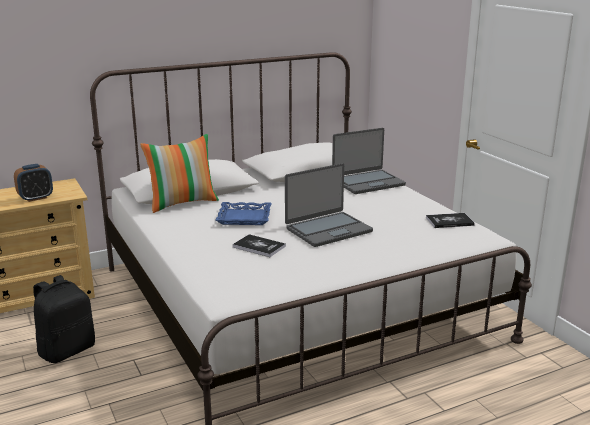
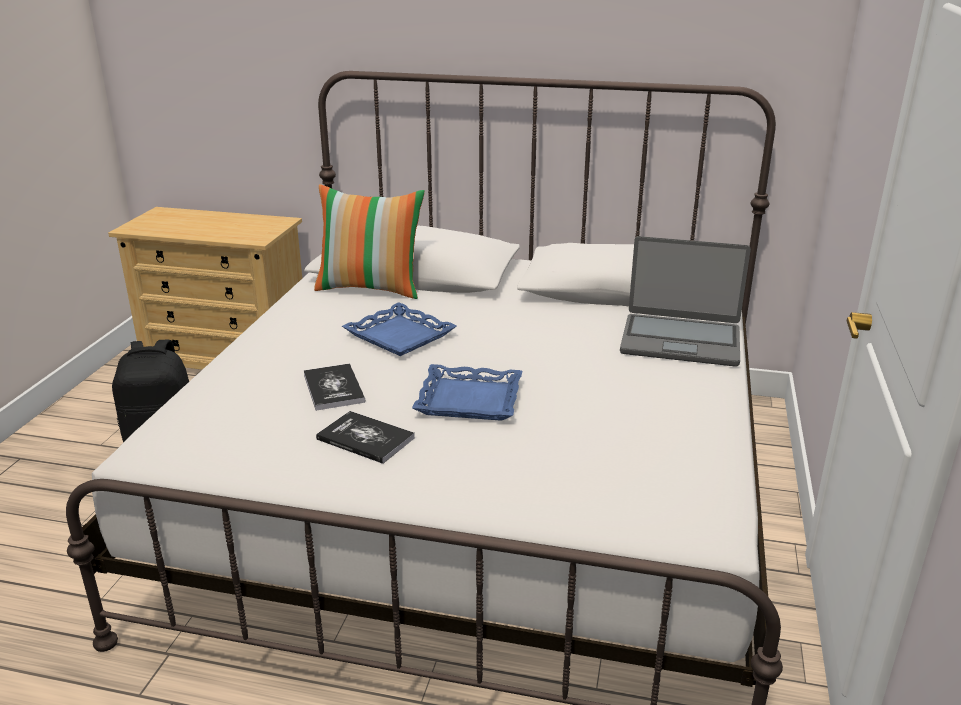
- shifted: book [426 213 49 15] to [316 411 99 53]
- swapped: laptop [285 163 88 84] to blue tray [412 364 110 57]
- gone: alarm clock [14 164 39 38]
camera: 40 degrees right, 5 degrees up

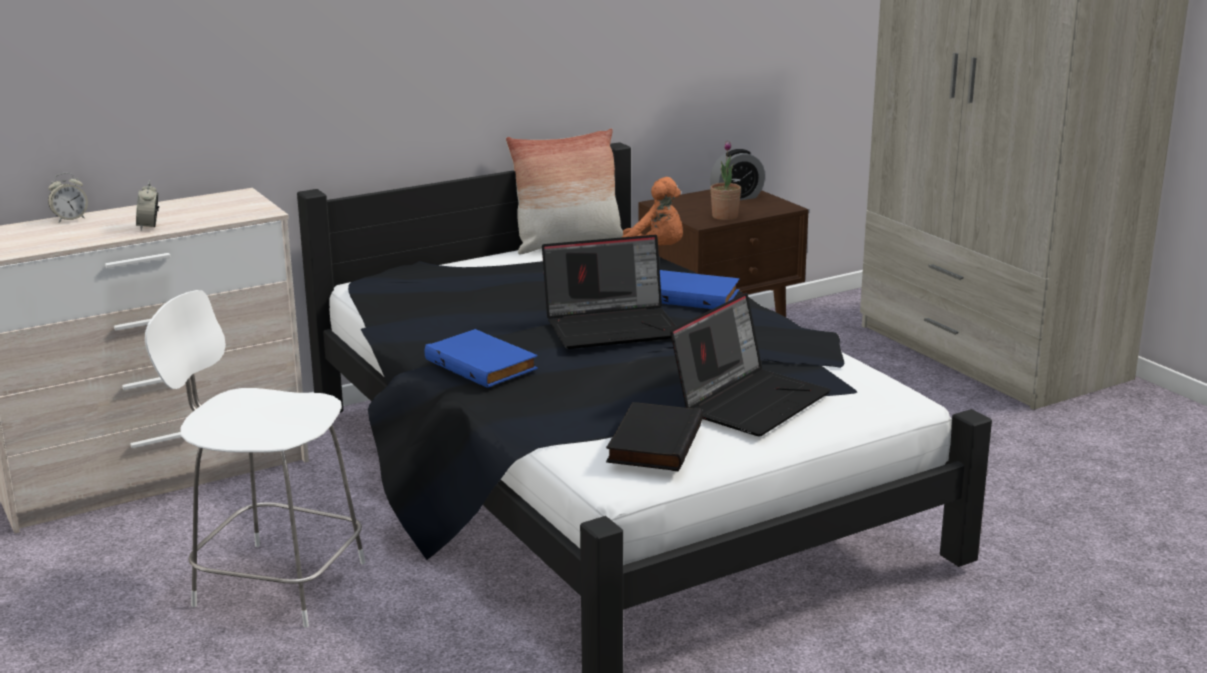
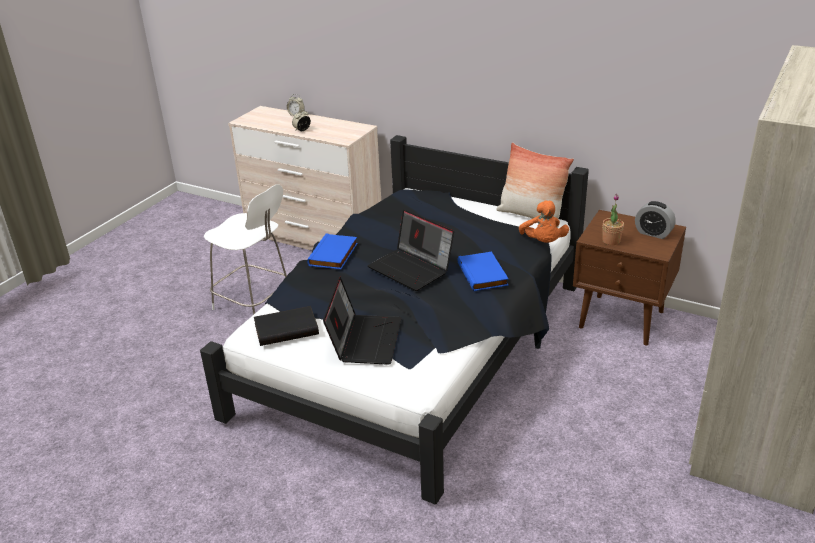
- rotated: white chair [145 290 221 338] = [204 185 83 130] 135 degrees clockwise
- rotated: laptop [670 293 160 143] = [323 277 79 88] 90 degrees counterclockwise
camera: 60 degrees right, 10 degrees up

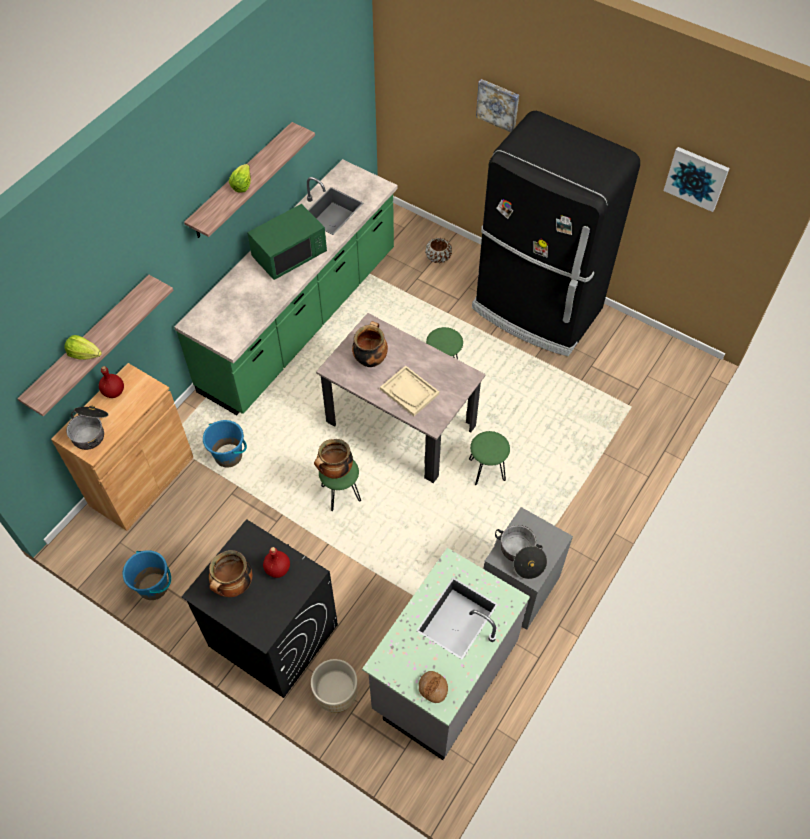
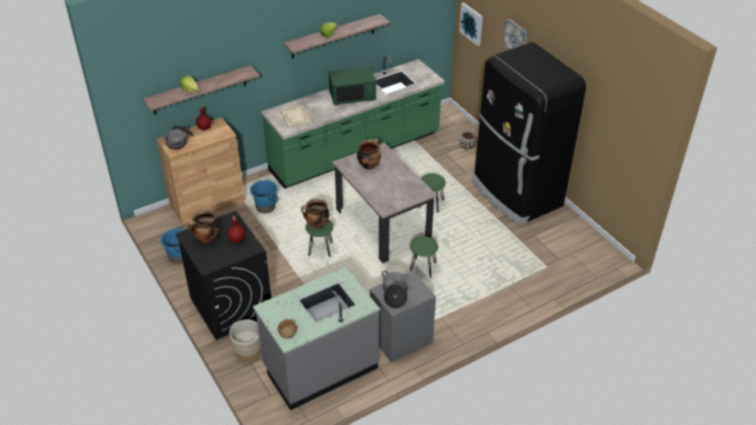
- shifted: beige tray [380 366 59 50] to [280 105 32 23]
- shifted: picture [663 147 67 65] to [459 2 24 44]
camera: 25 degrees right, 15 degrees down

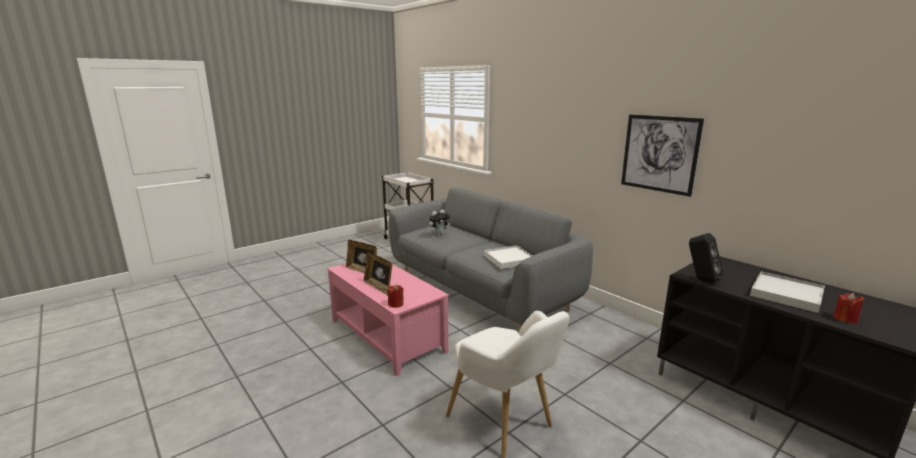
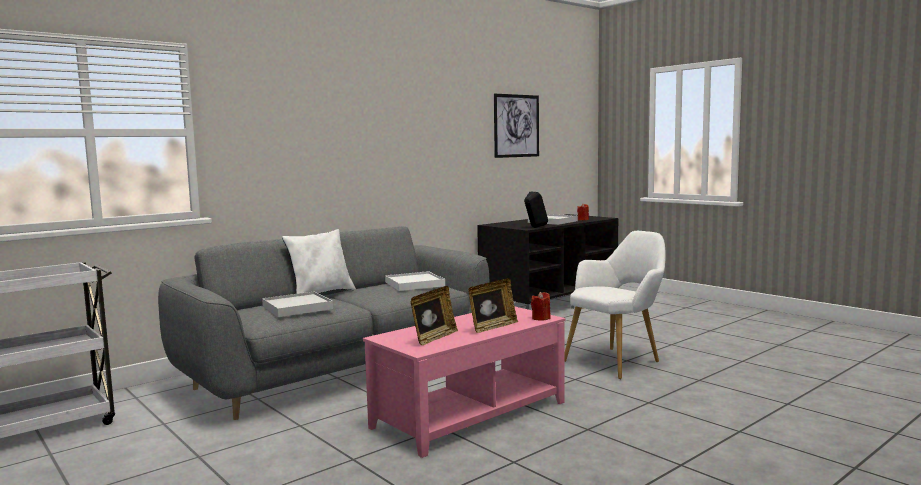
- swapped: plush toy [429 210 21 26] to white tray [262 292 71 25]
- new: white pillow [282 229 74 65]
- shifted: picture [621 114 83 83] to [494 94 45 64]
camera: 90 degrees left, 10 degrees down

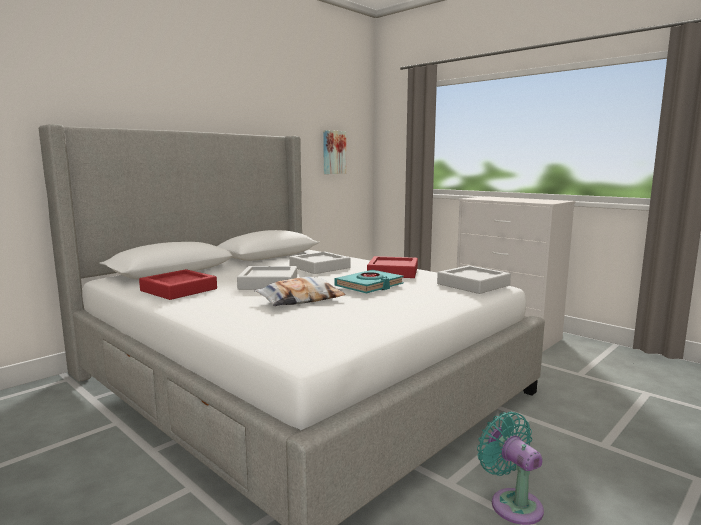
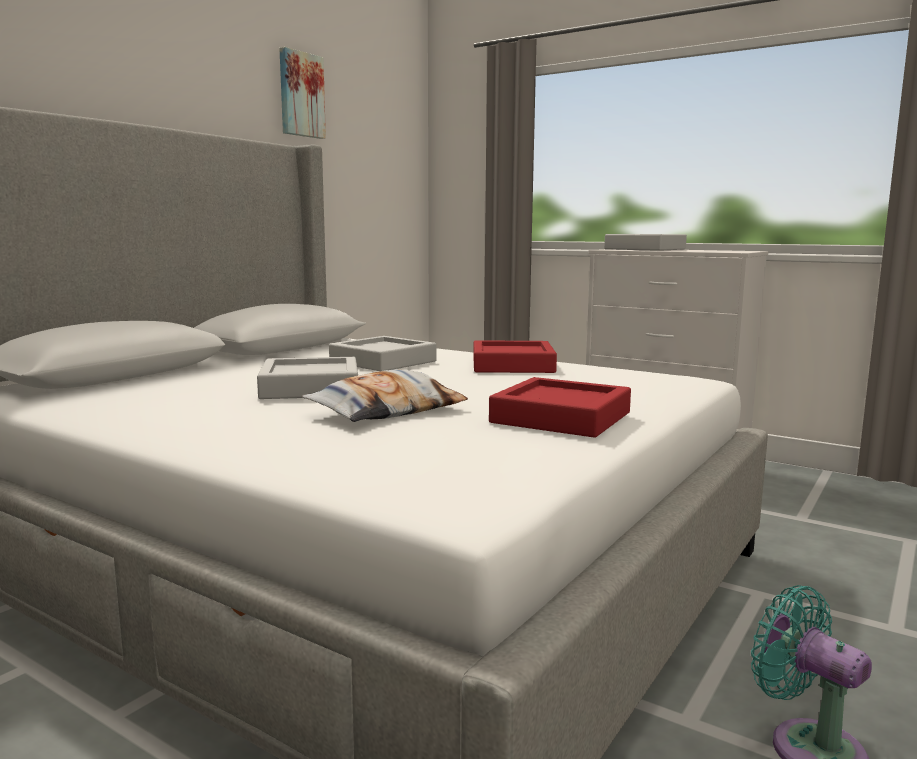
- shifted: picture [323 130 23 44] to [279 47 47 92]
- shifted: red tray [139 269 78 31] to [489 377 142 61]
- shifted: grey tray [437 265 74 29] to [604 234 83 17]
- gone: turquoise book [334 270 70 23]
camera: 10 degrees left, 0 degrees up

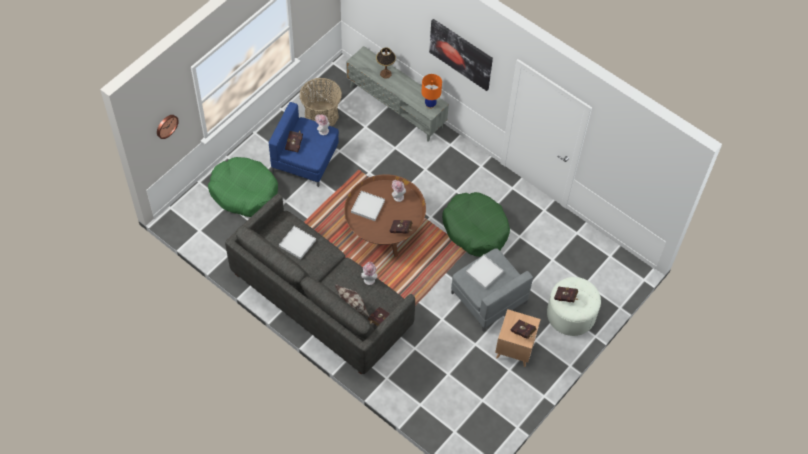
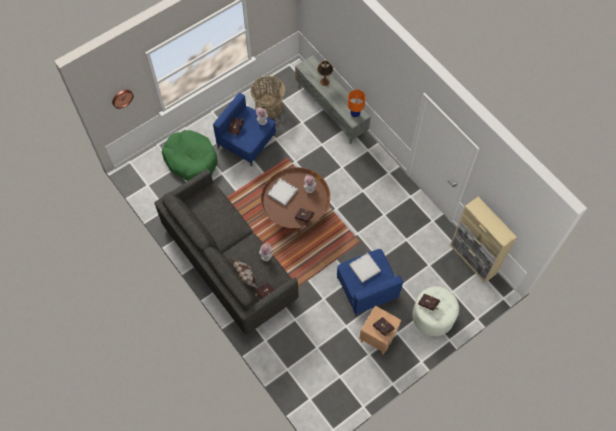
- repainted: grey armchair [451 248 82 84] to blue armchair [337 249 66 68]
- new: beige cabinet [450 197 67 86]
- gone: white tray [279 226 37 34]
- gone: picture [429 19 64 72]
- gone: green dog bed [442 192 68 65]
camera: 15 degrees right, 5 degrees up

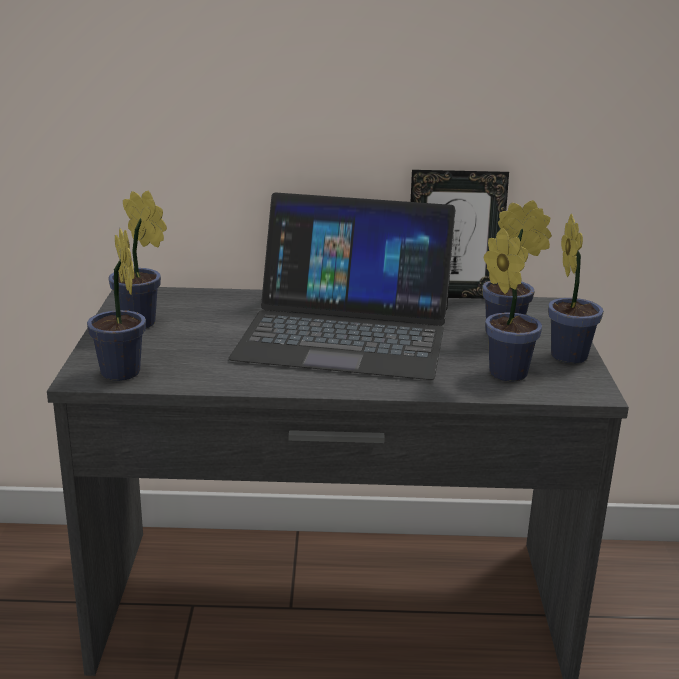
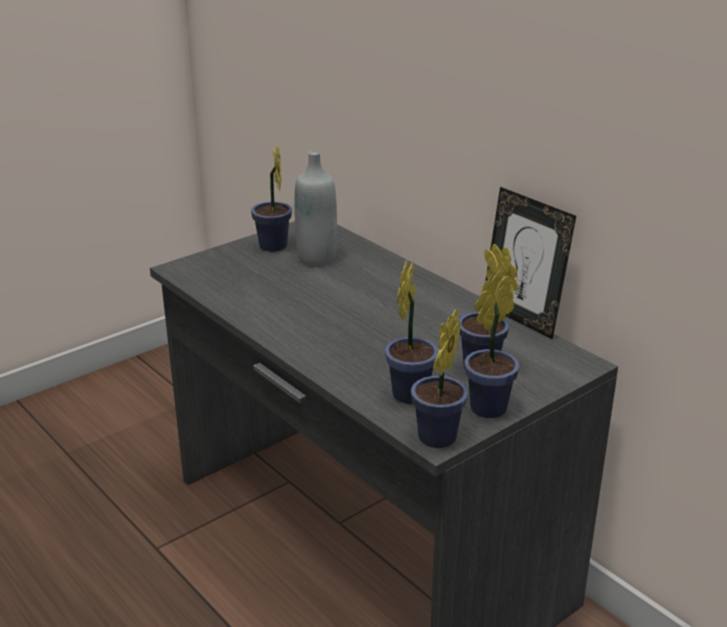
- new: grey bottle [294 151 43 115]
- shifted: potted plant [87 228 59 153] to [411 308 57 140]
- gone: laptop [228 192 227 188]
camera: 50 degrees right, 5 degrees up

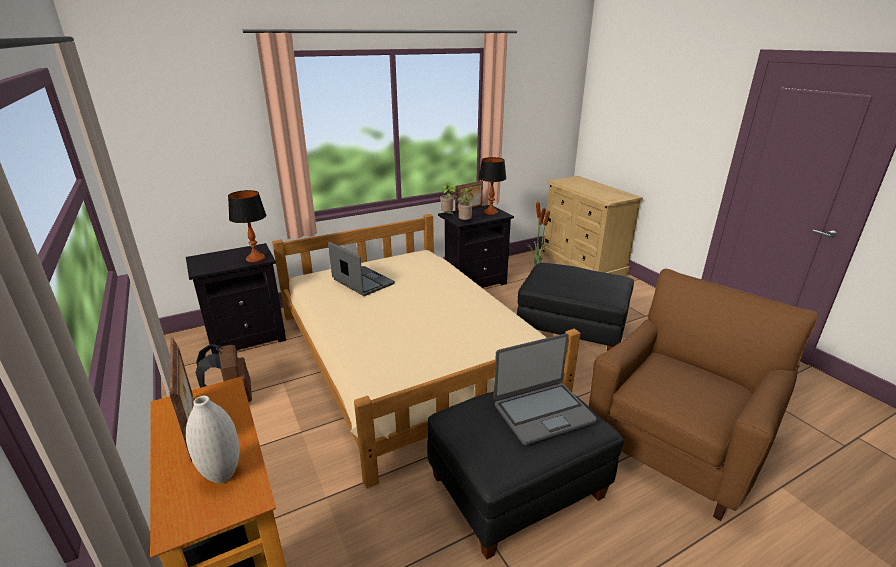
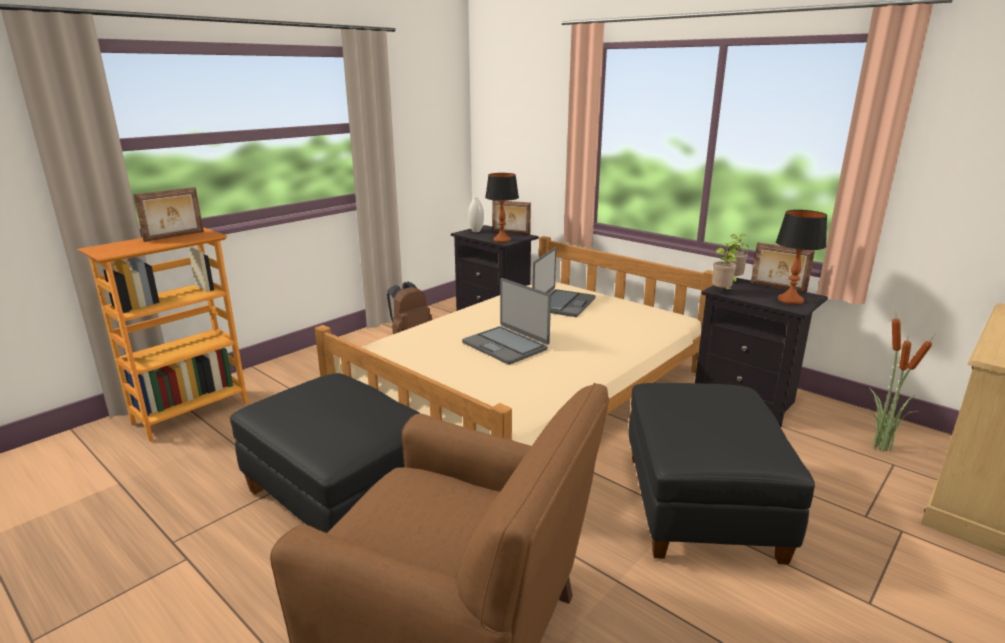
- shifted: laptop [493 334 104 111] to [462 278 89 87]
- shifted: white vase [186 396 54 87] to [468 196 16 36]
- new: picture frame [493 200 38 35]
camera: 70 degrees right, 5 degrees down

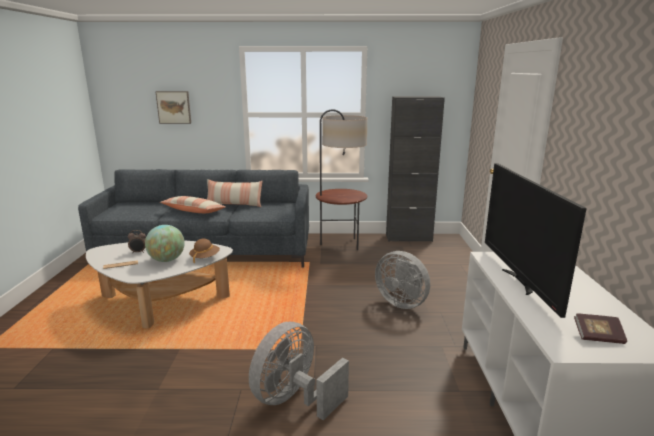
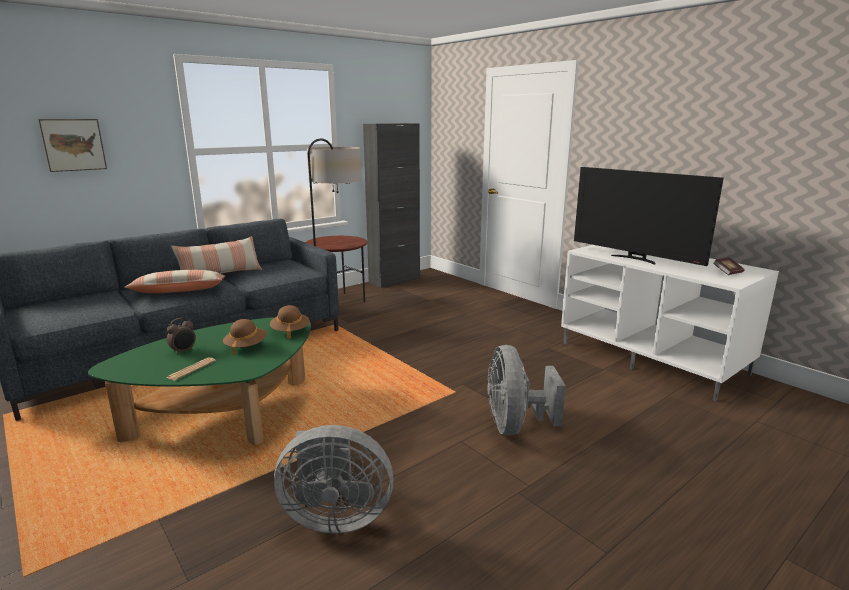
- repainted: white coffee table [86 241 147 88] to green coffee table [88 317 223 129]
- swapped: globe [145 225 40 37] to brown hat [223 319 44 37]
- shifted: grey fan [375 251 55 58] to [274 425 120 109]
camera: 40 degrees left, 0 degrees up

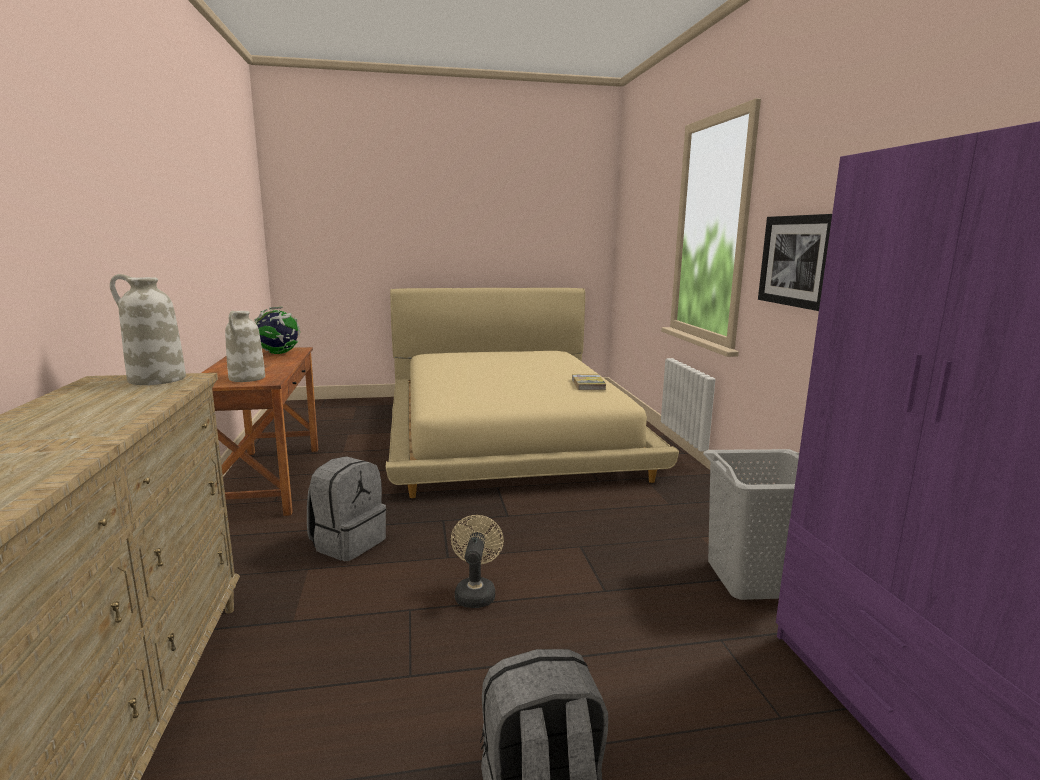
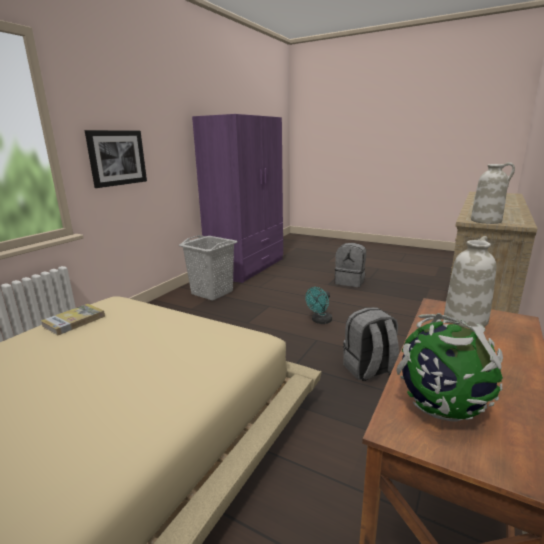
- repainted: beige fan [451 515 53 93] to turquoise fan [305 287 27 37]
camera: 140 degrees left, 5 degrees up

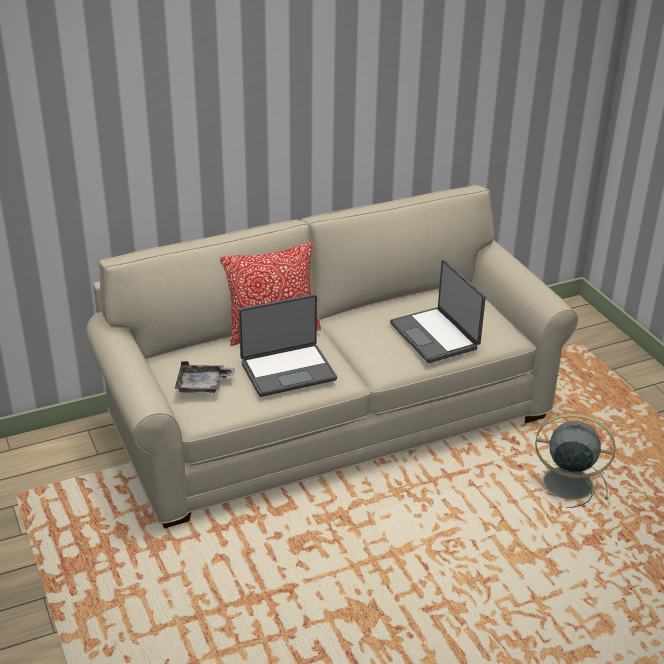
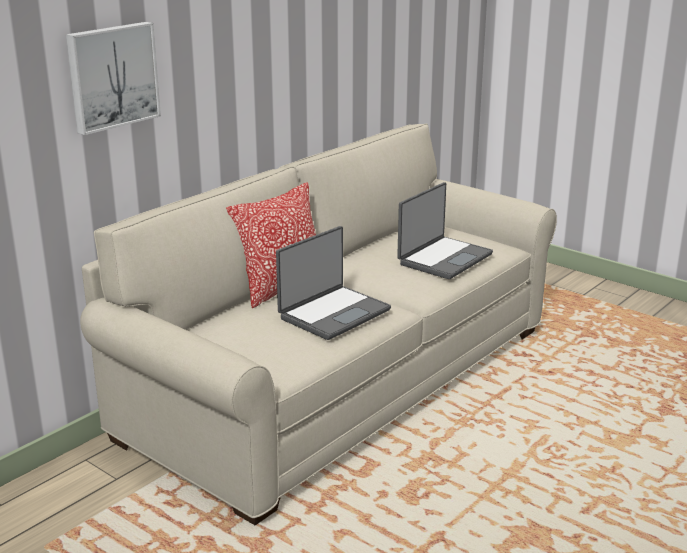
- new: picture [66 22 95 113]
- rotated: laptop [390 260 96 103] = [397 182 96 97] 90 degrees counterclockwise
- gone: grey tray [174 361 61 32]
- gone: grey fan [535 413 80 95]
camera: 25 degrees left, 10 degrees down

